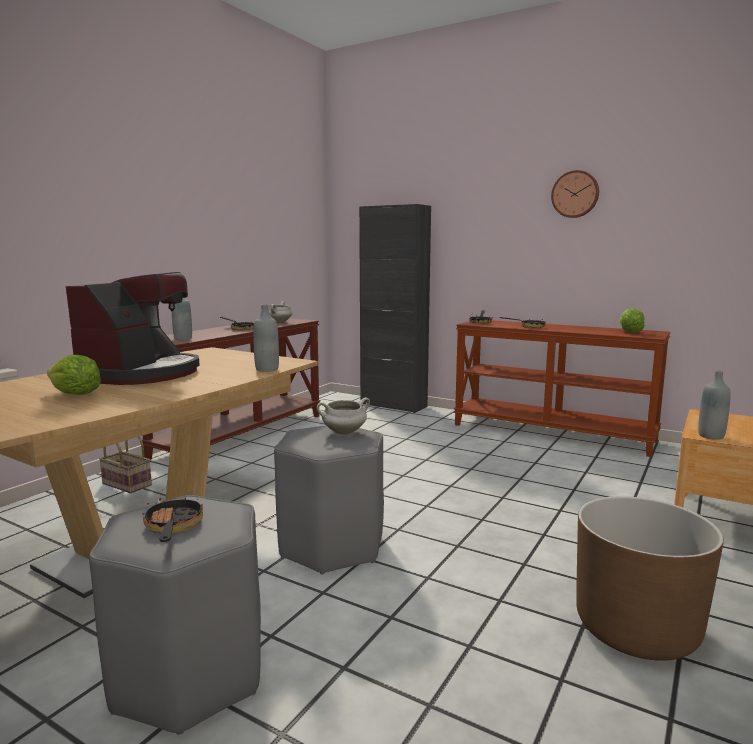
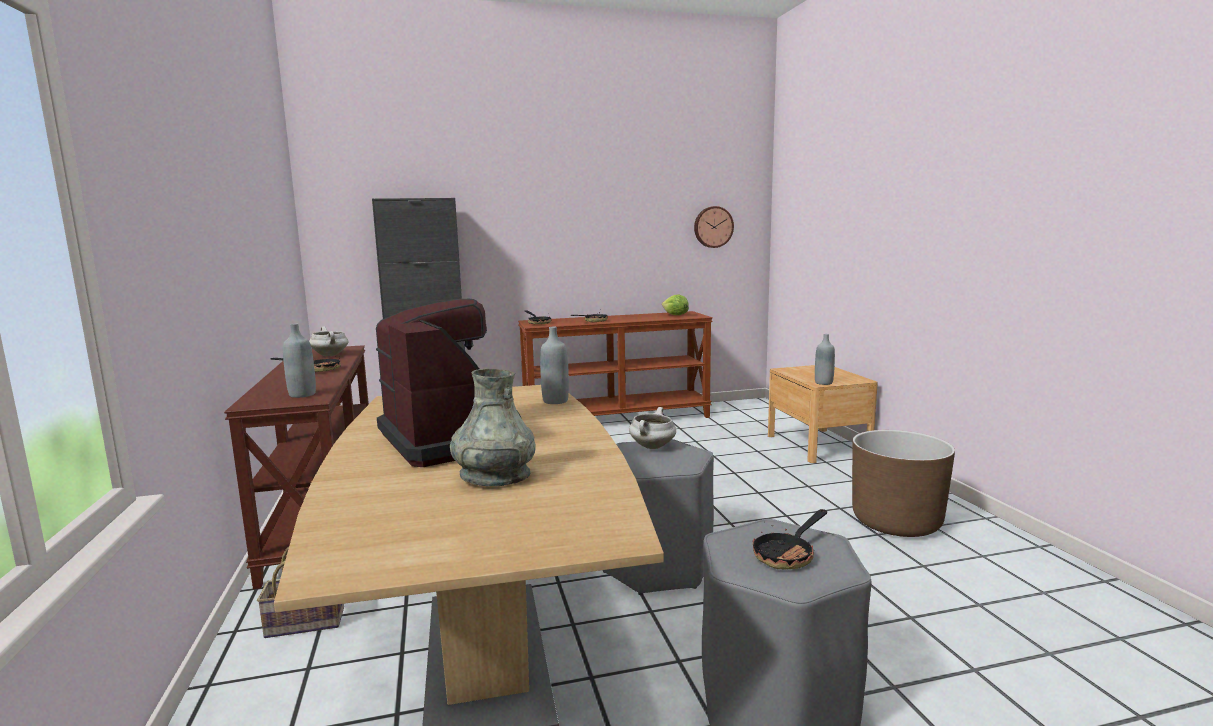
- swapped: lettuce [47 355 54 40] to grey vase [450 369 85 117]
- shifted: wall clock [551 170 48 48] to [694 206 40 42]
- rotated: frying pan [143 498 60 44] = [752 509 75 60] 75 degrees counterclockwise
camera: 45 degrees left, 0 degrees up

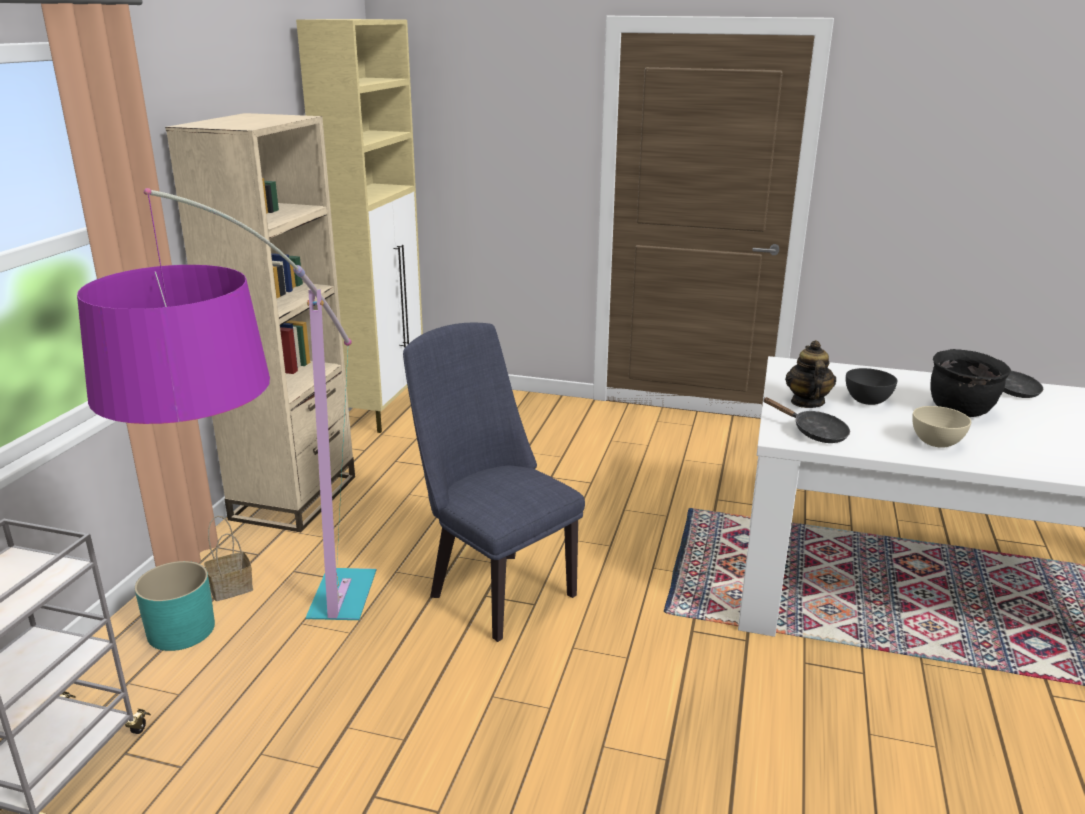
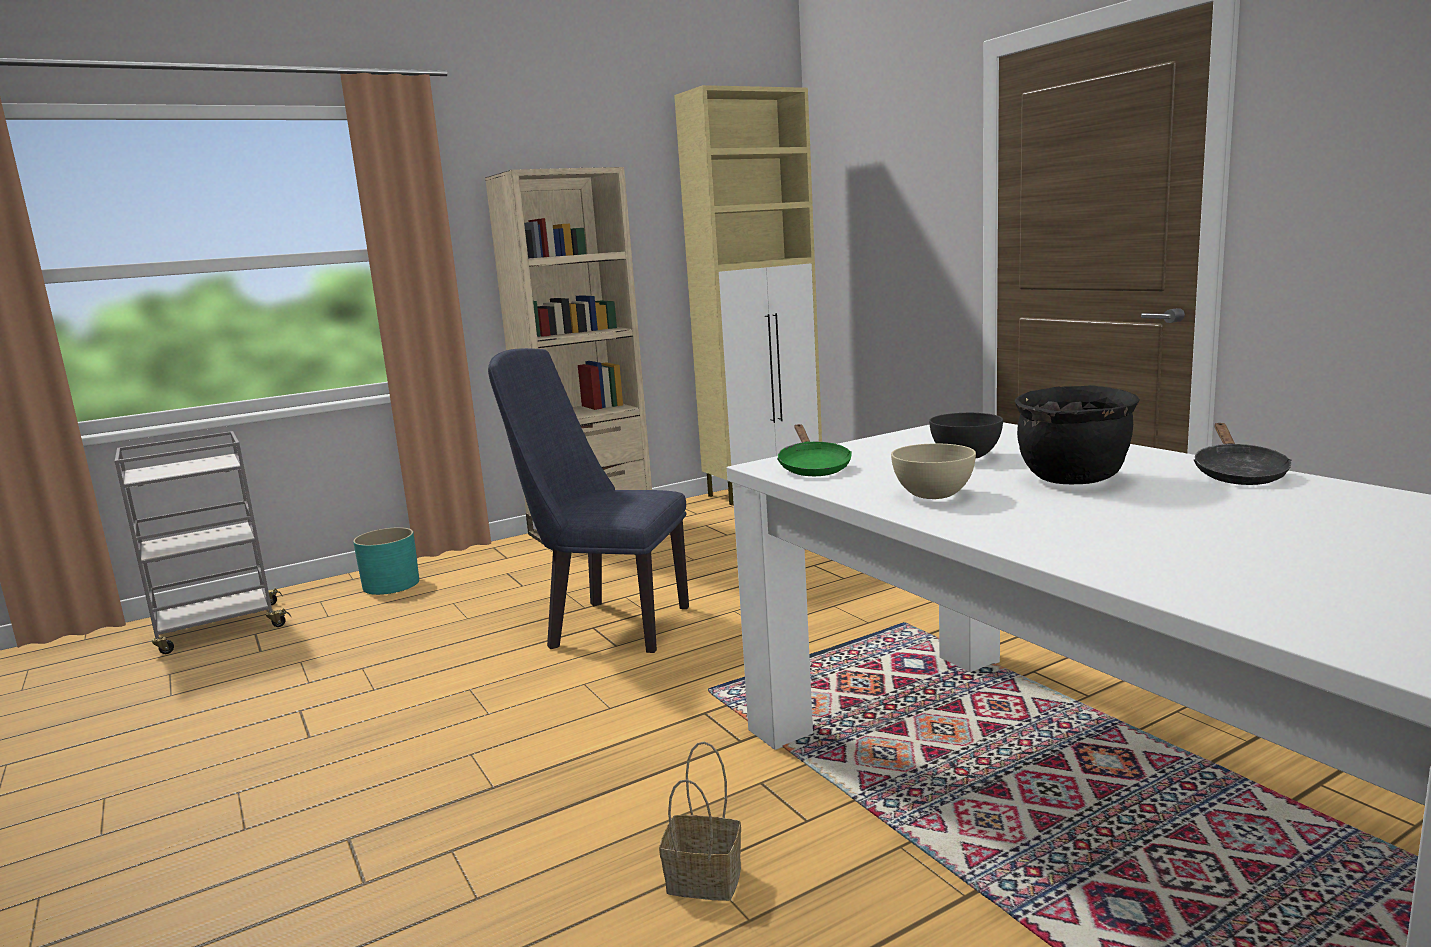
- rotated: blue chair [403 322 182 320] = [488 348 201 305] 75 degrees counterclockwise
- shifted: basket [204 516 49 85] to [659 742 82 159]
- repainted: black frying pan [763 397 87 46] to green frying pan [777 424 75 52]
- gone: floor lamp [77 188 299 432]
- gone: teapot [785 340 51 68]
camera: 45 degrees right, 10 degrees down

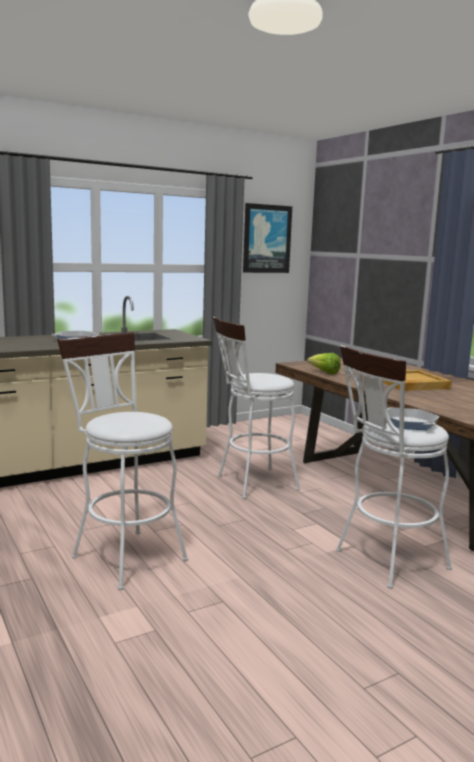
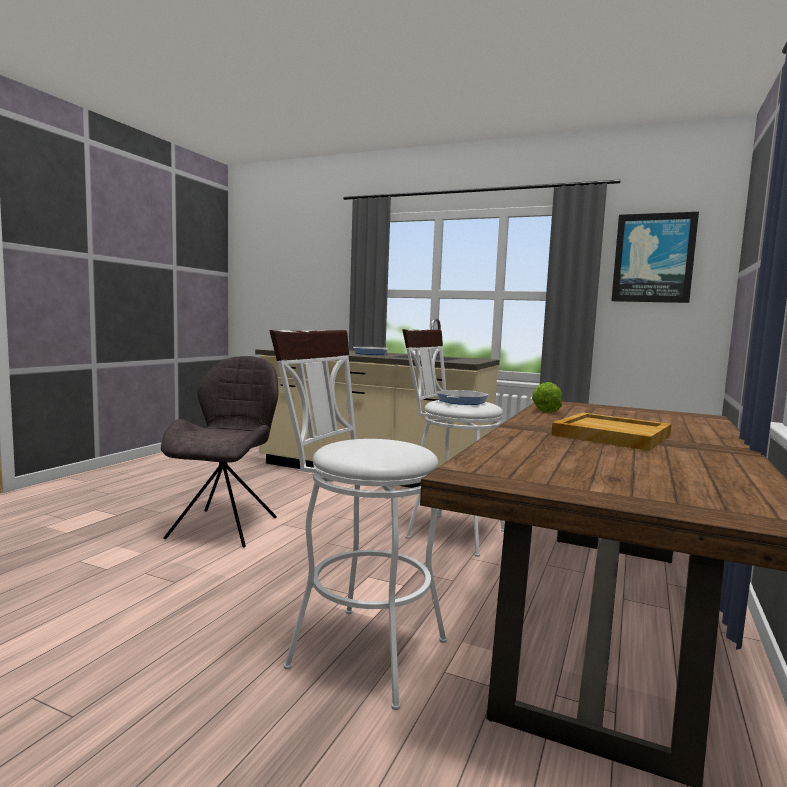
- swapped: white stool [57 332 131 258] to grey chair [161 356 117 192]
- shifted: frying pan [386 407 53 23] to [436 390 53 15]
camera: 55 degrees right, 5 degrees down

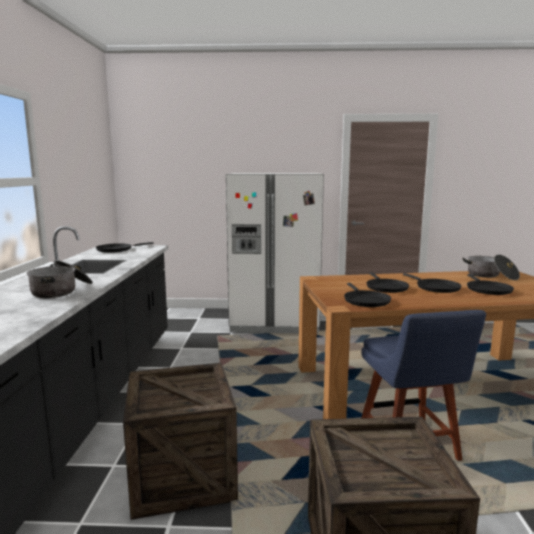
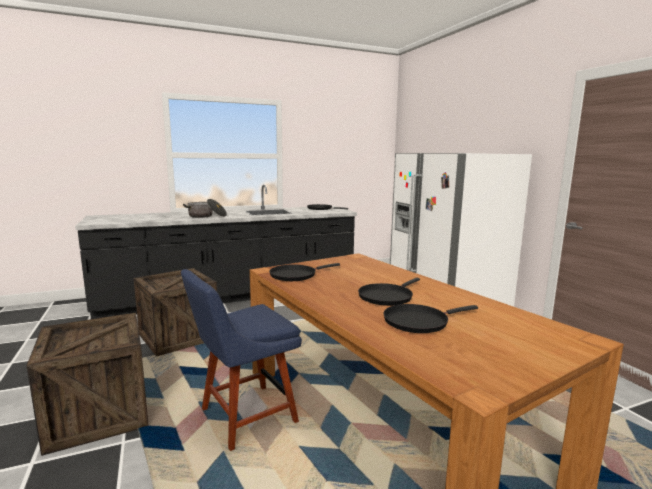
- gone: black frying pan [366 272 43 21]
- gone: cooking pot [463 255 57 25]
camera: 65 degrees right, 0 degrees up

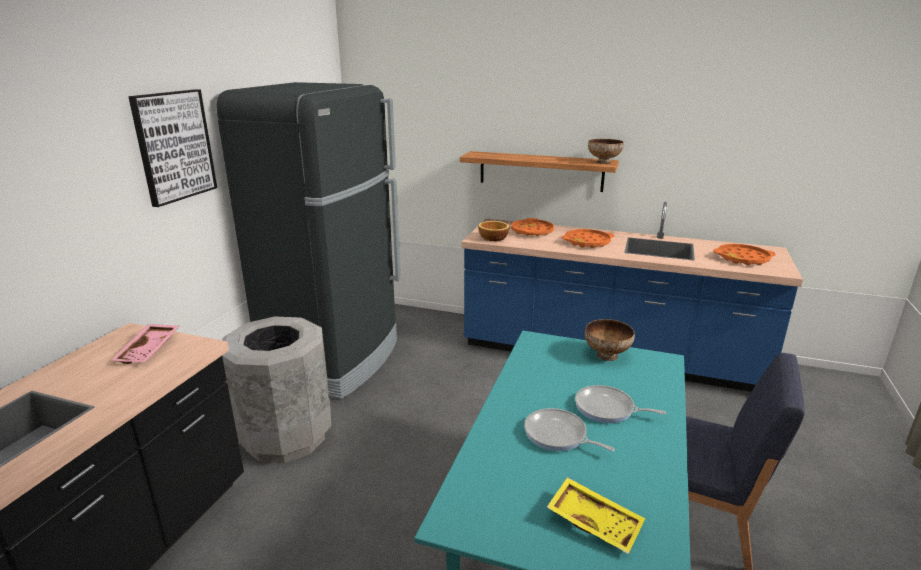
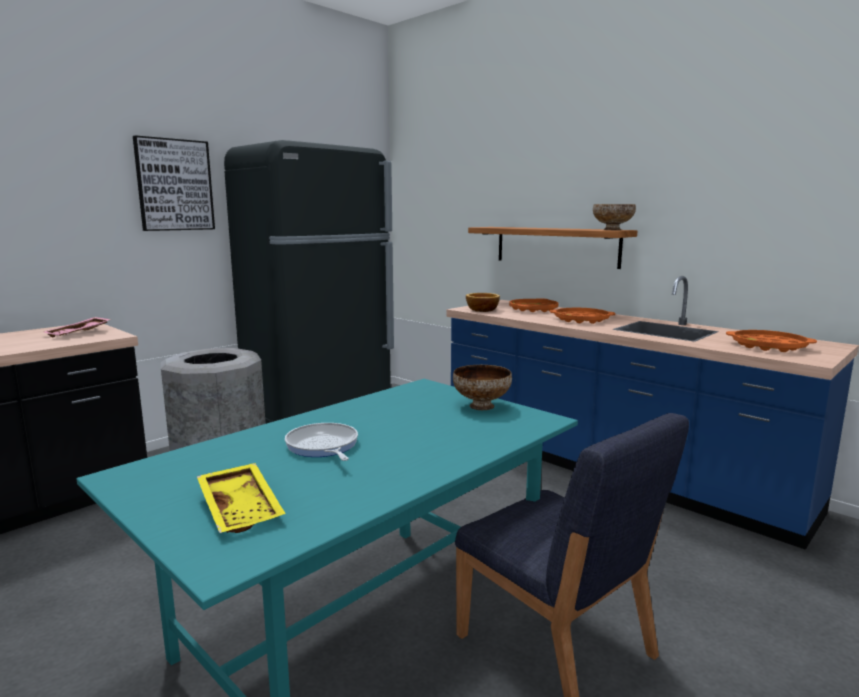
- gone: frying pan [575 385 91 38]
camera: 25 degrees right, 10 degrees down

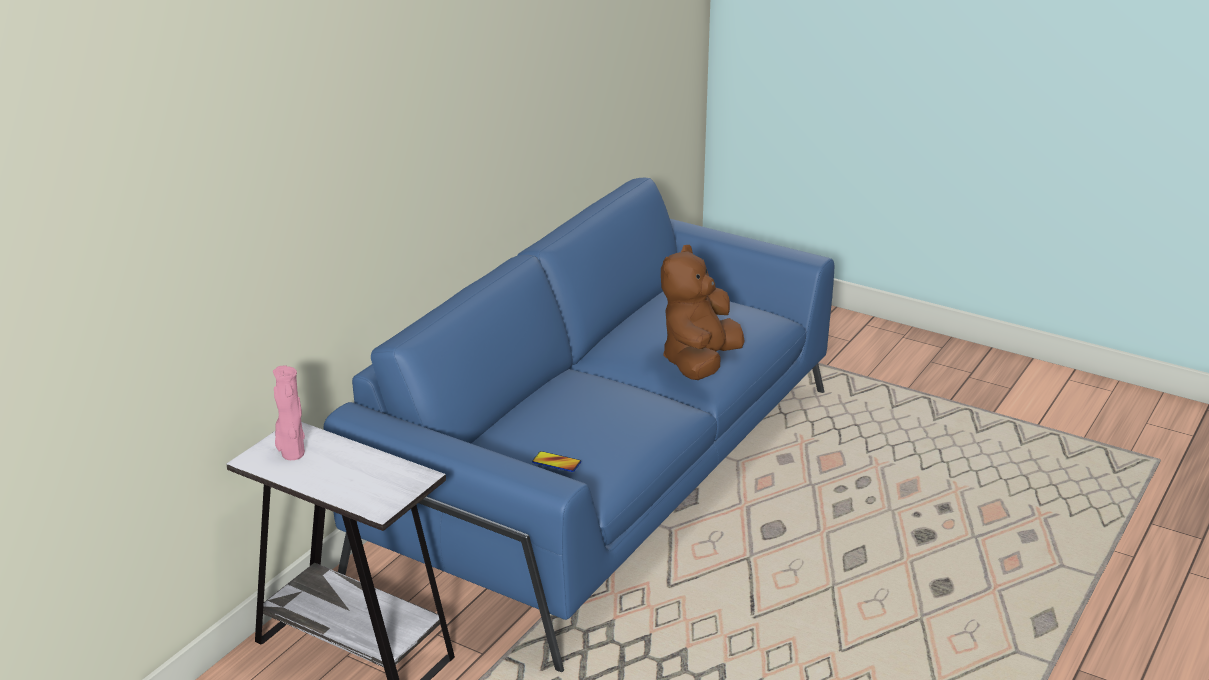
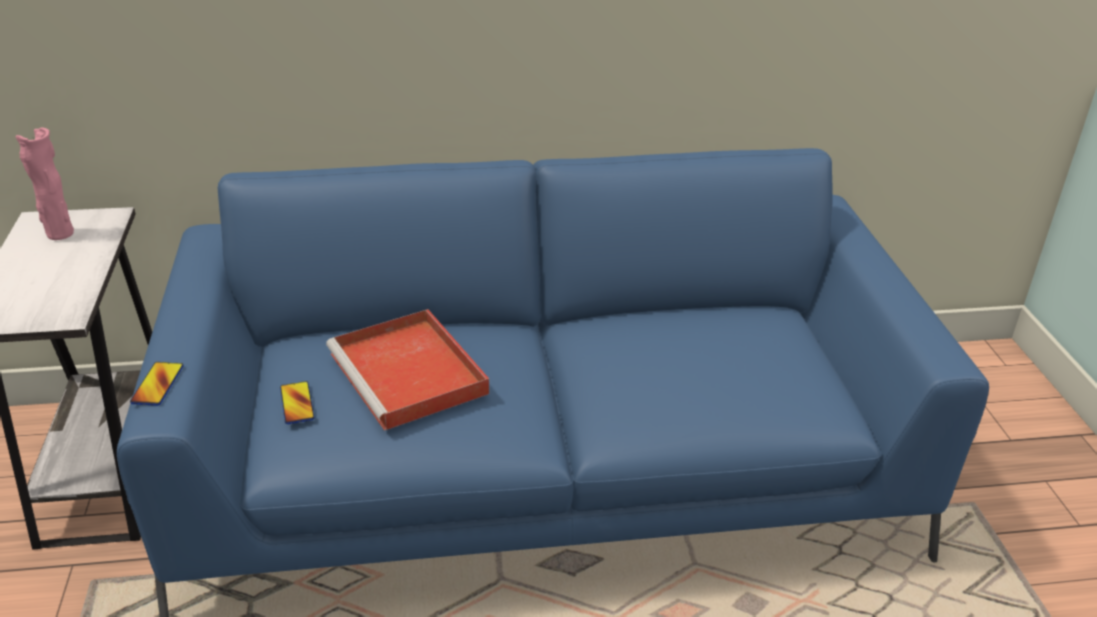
- new: phone [130 362 54 44]
- new: red tray [326 309 163 122]
- gone: brown plush toy [661 245 84 135]
camera: 50 degrees right, 5 degrees up

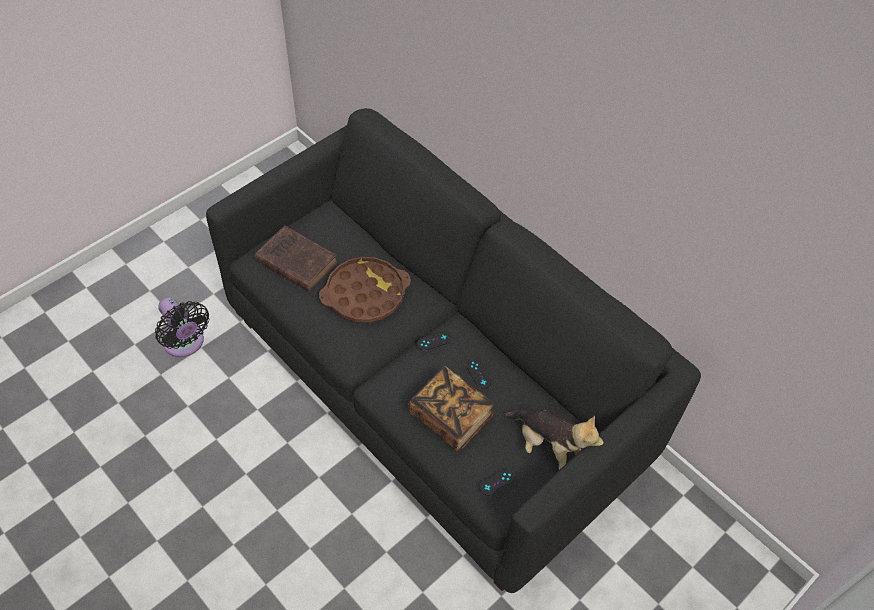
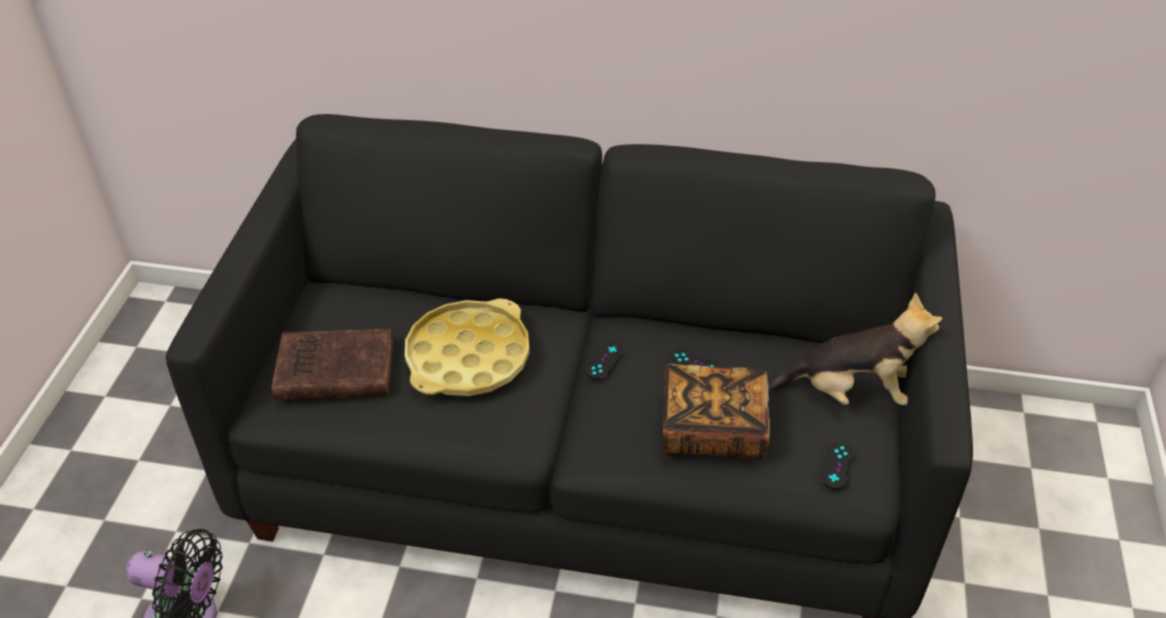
- repainted: brown tray [319 257 92 66] to yellow tray [405 298 125 98]
camera: 35 degrees left, 10 degrees down

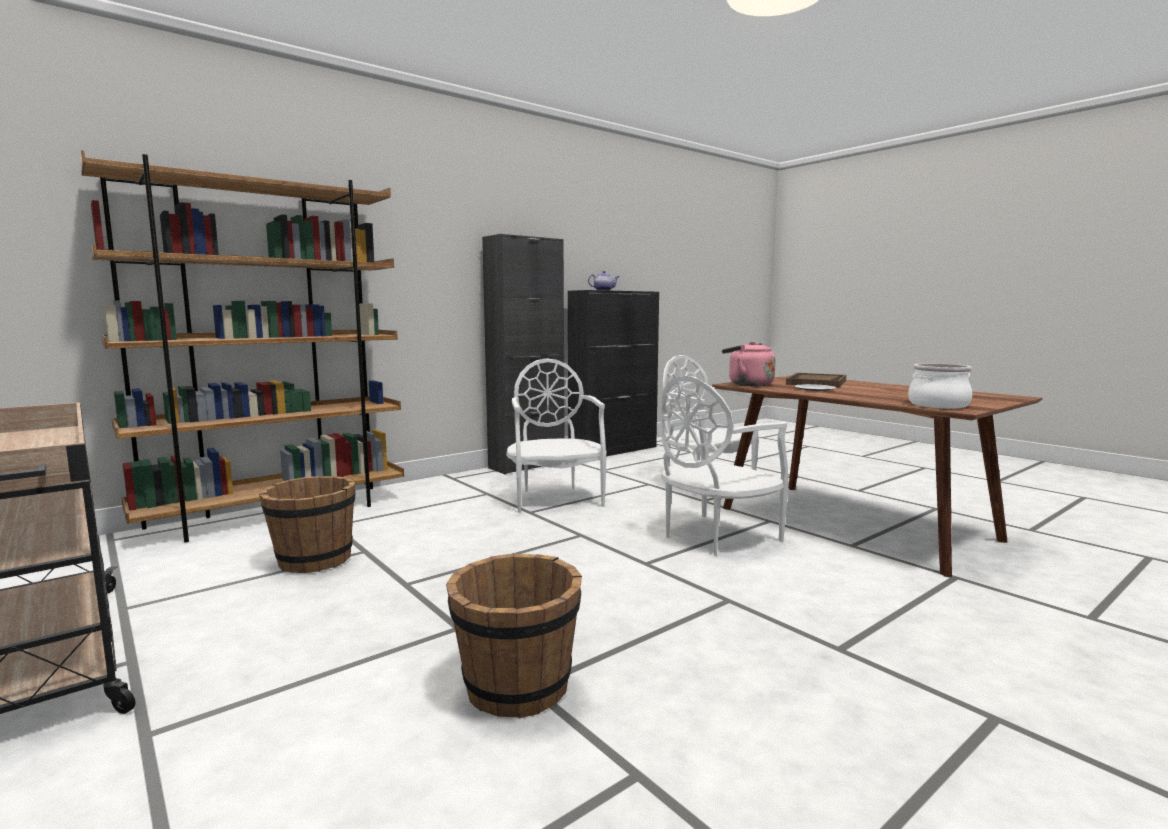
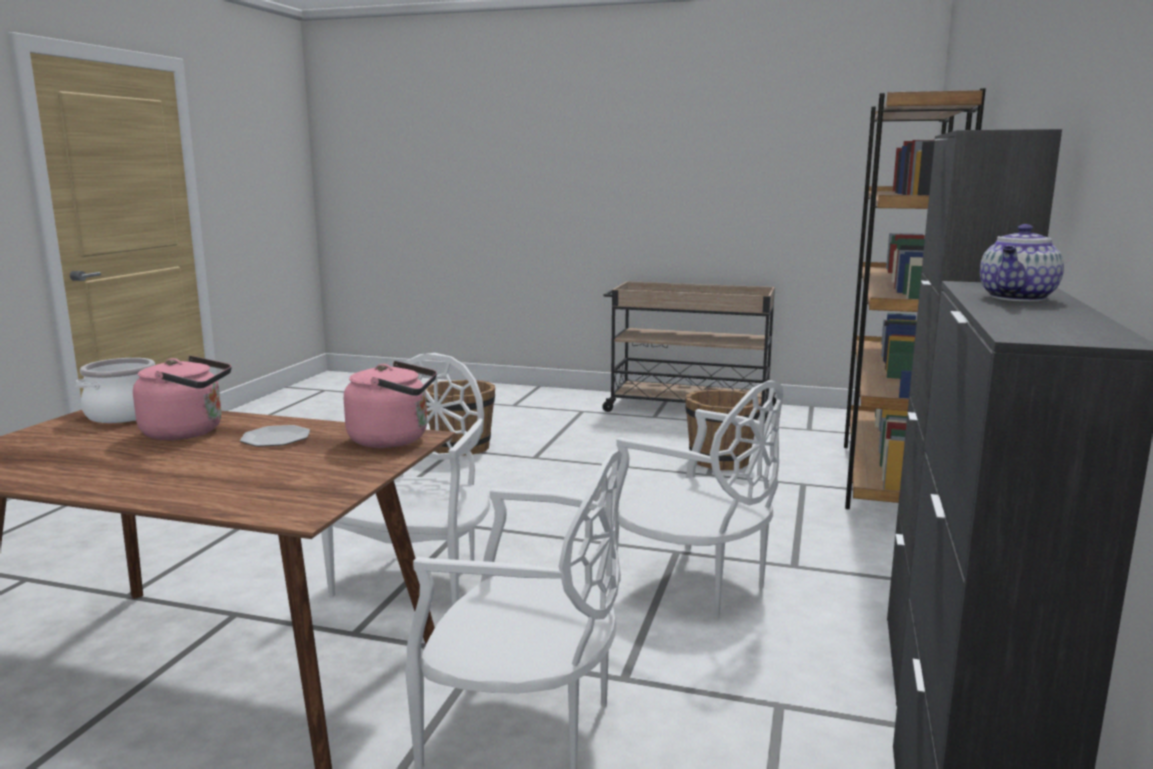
- new: pink kettle [133 356 99 84]
- gone: brown tray [786 373 60 14]
camera: 145 degrees right, 5 degrees up

